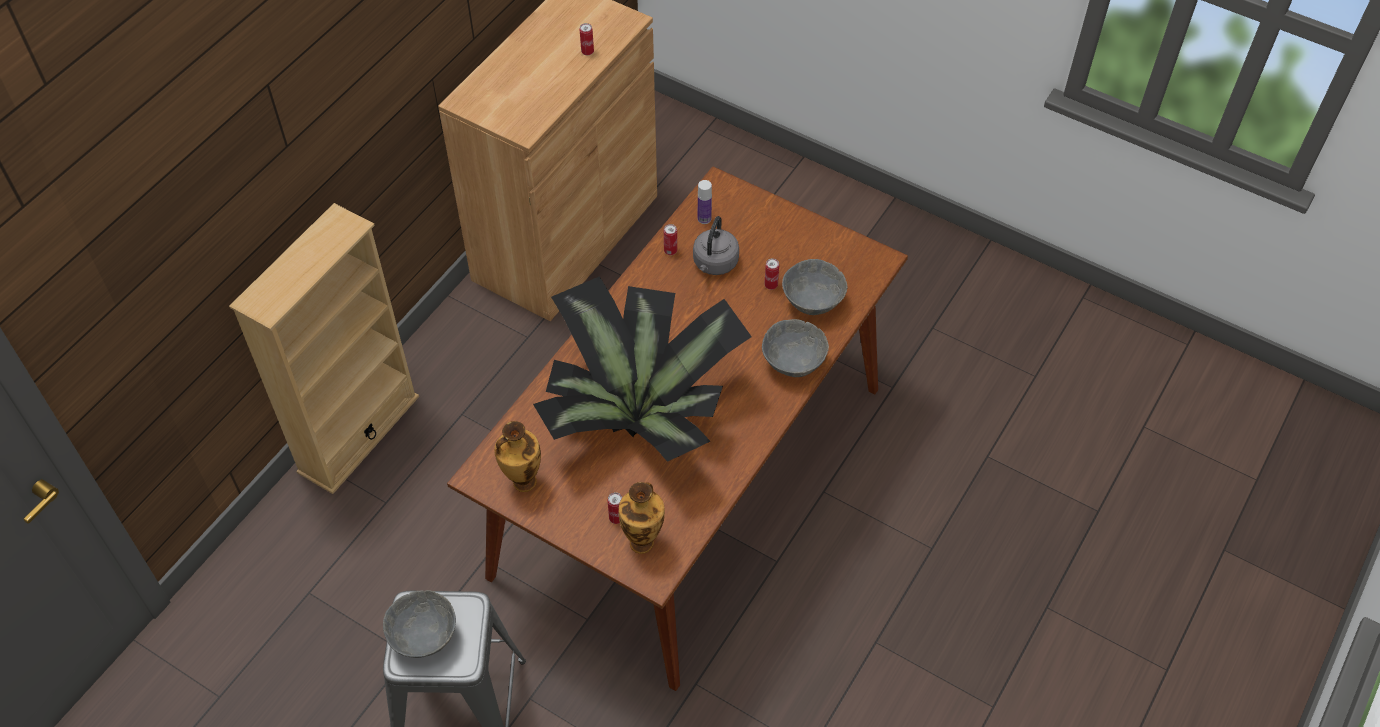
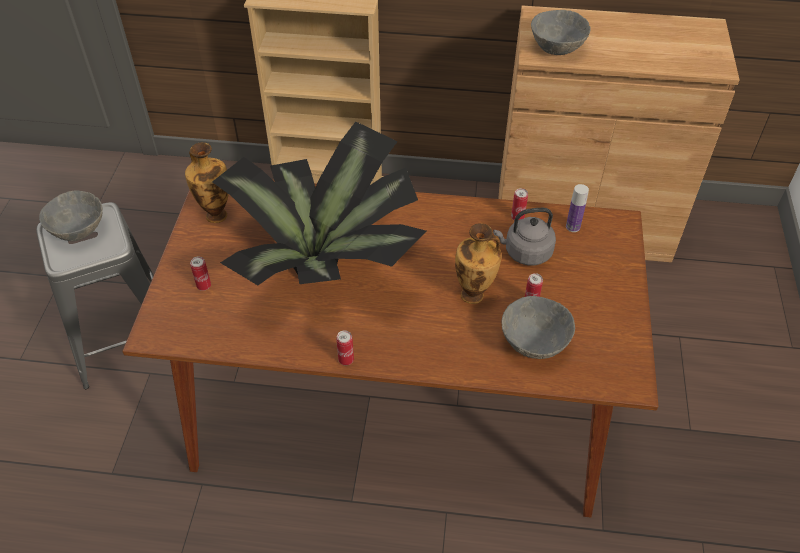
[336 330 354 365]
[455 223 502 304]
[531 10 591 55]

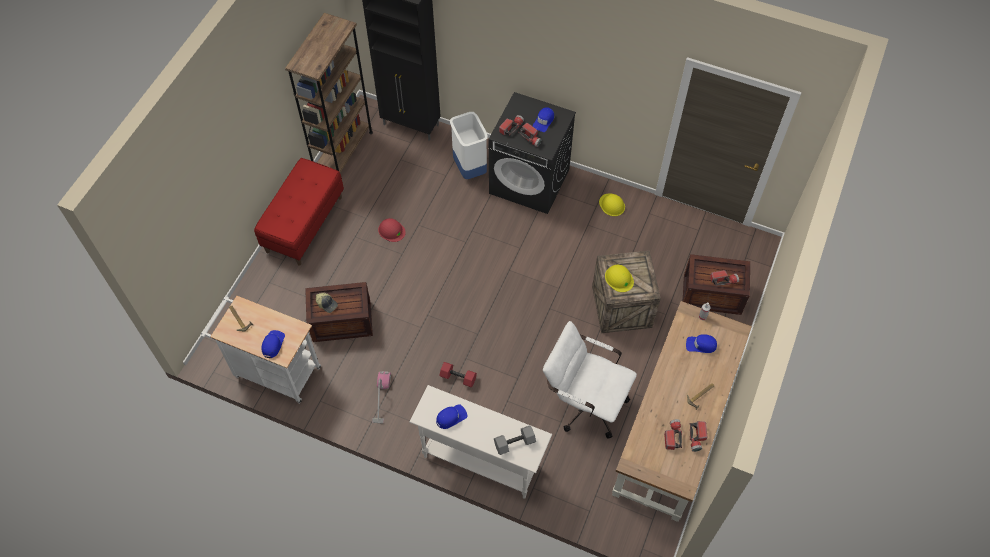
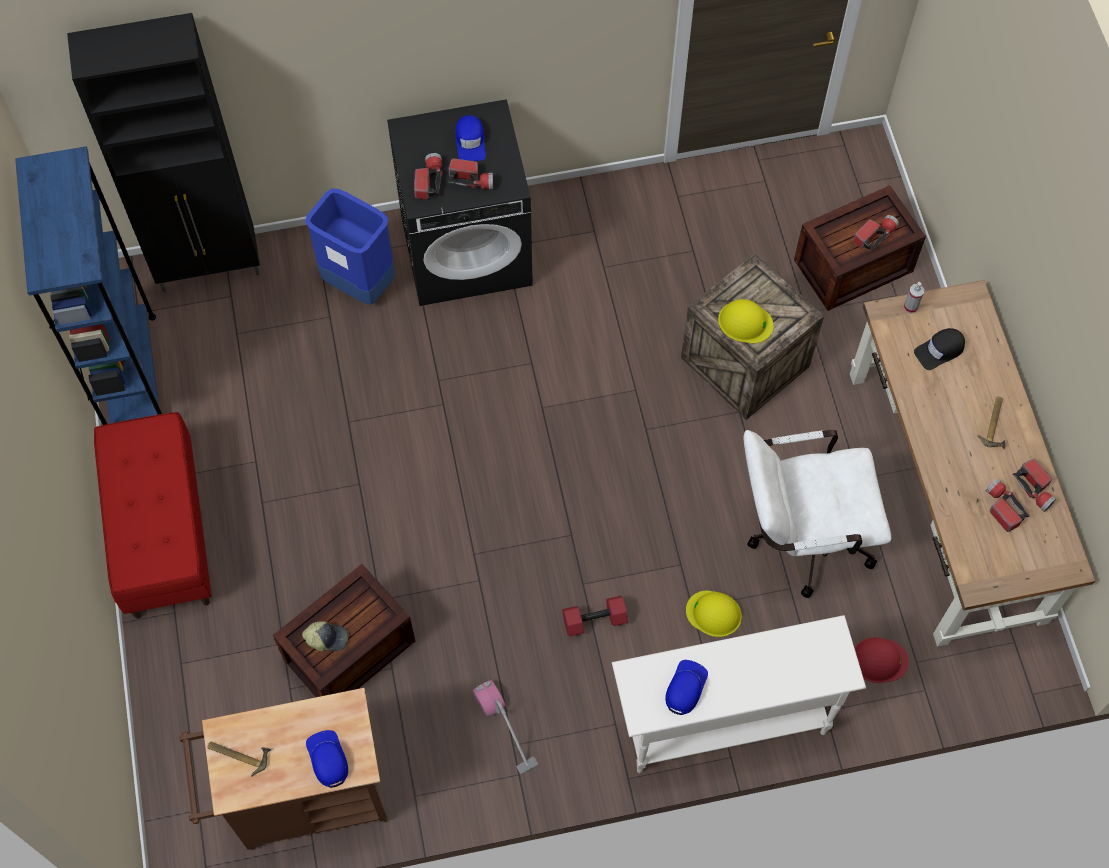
[180 688 387 850]
[15 146 162 425]
[854 637 909 683]
[305 188 395 304]
[494 426 536 455] (first image)
[686 591 742 637]
[914 328 965 370]

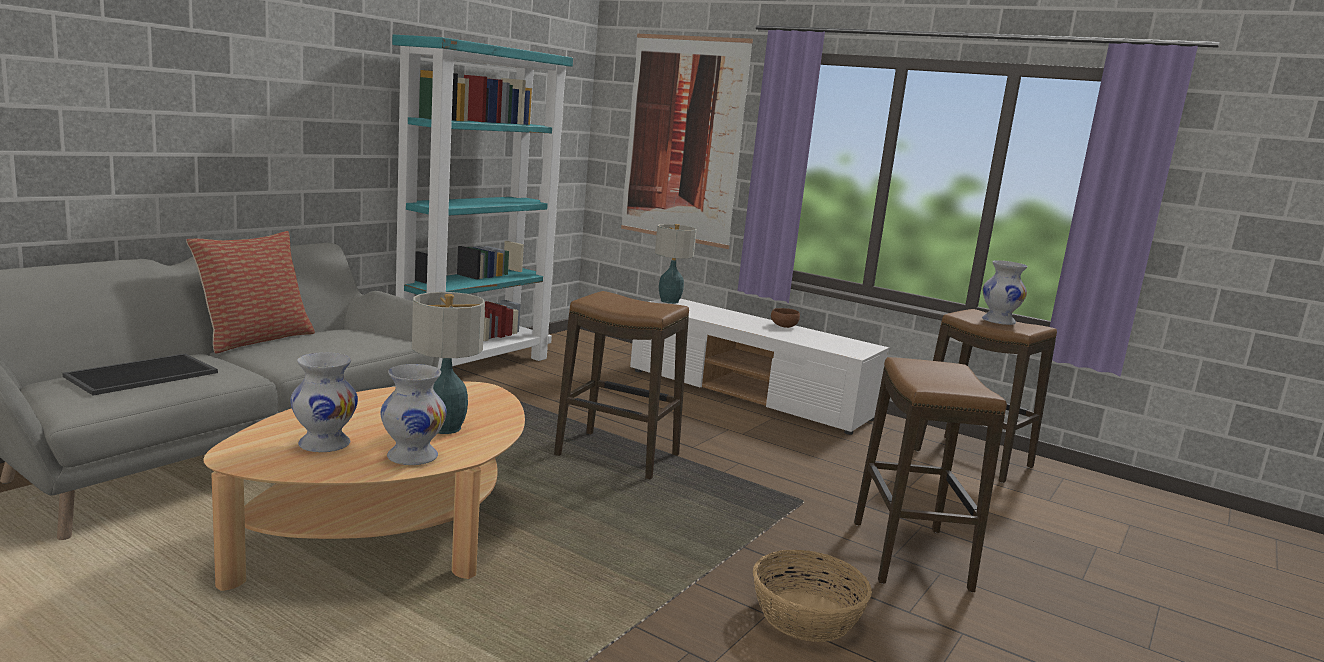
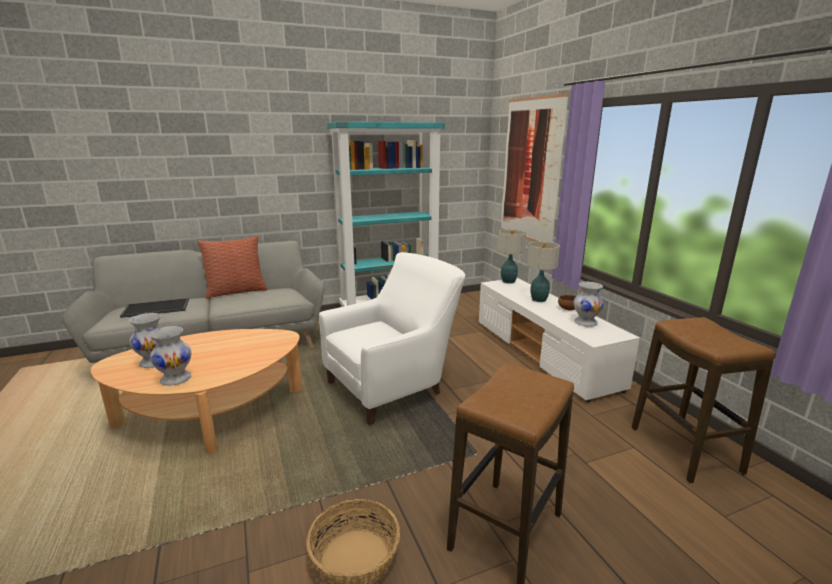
[527 241 560 302]
[319 252 465 426]
[573 282 604 327]

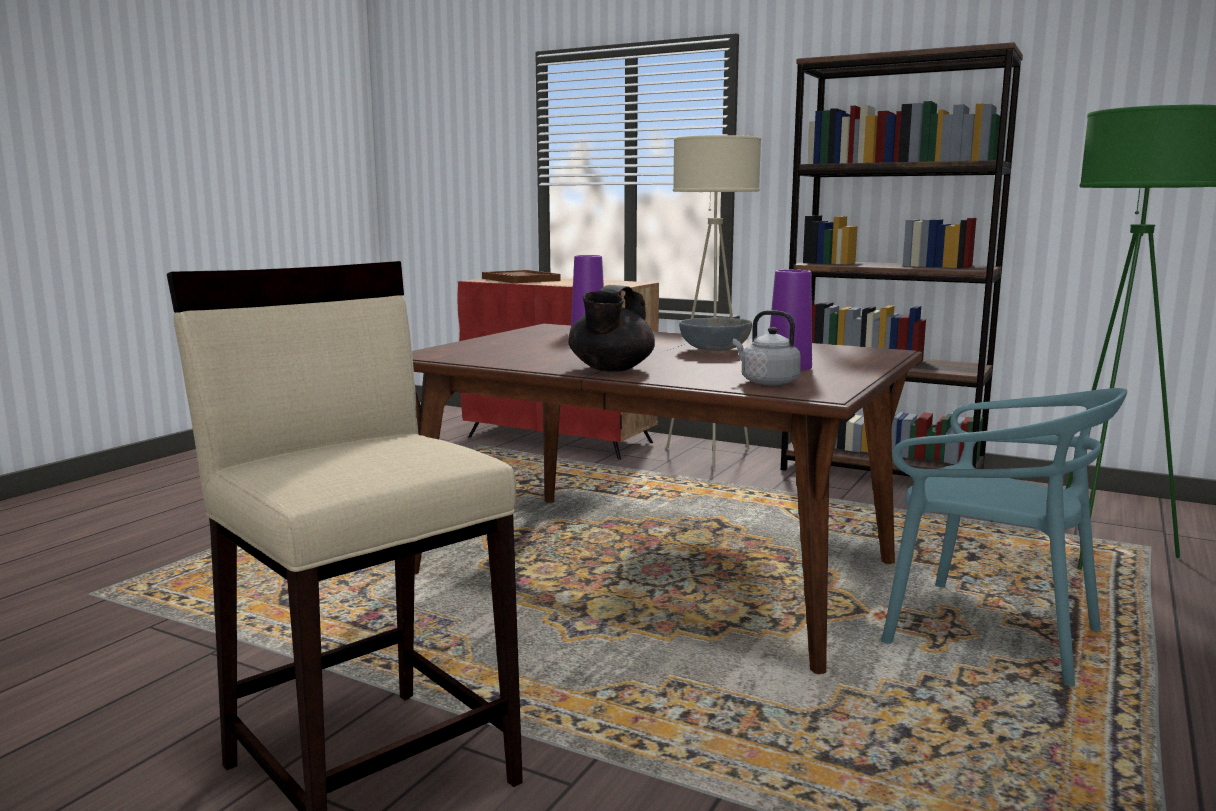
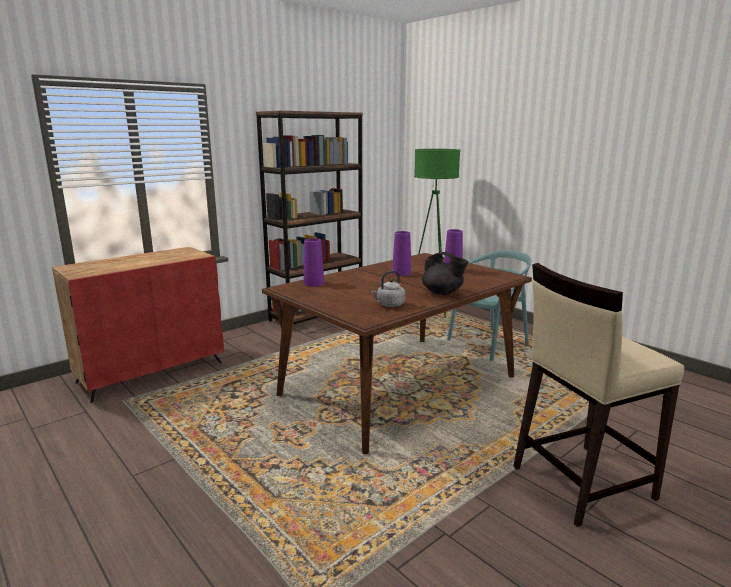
[482 270 561 283] (first image)
[666 135 761 469] (first image)
[392 231 411 276]
[371 270 405 307]

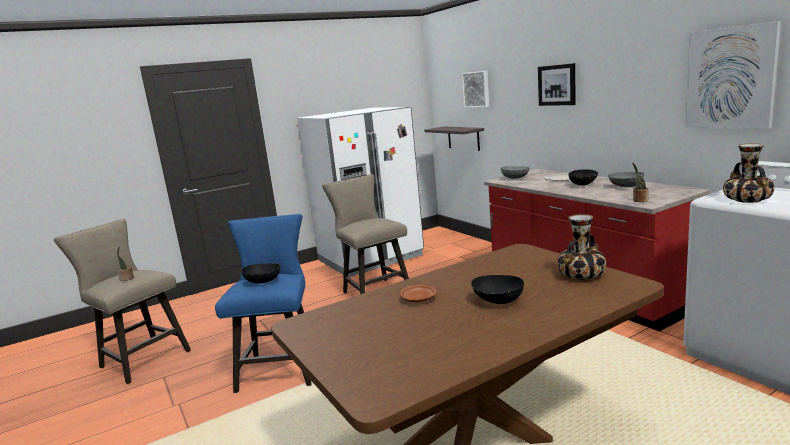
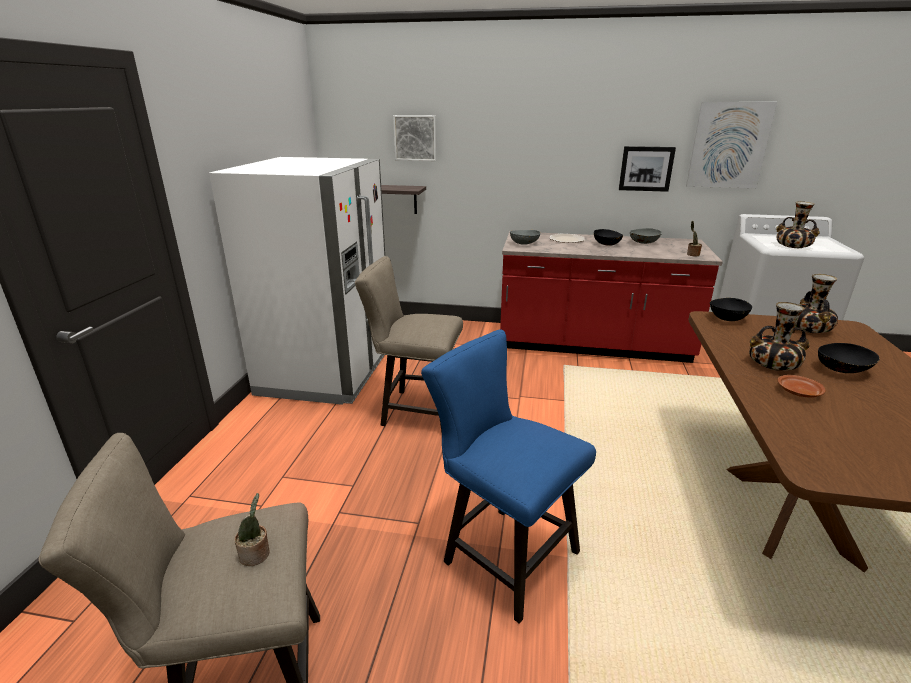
[710 298 752 321]
[619 146 676 192]
[749 302 809 371]

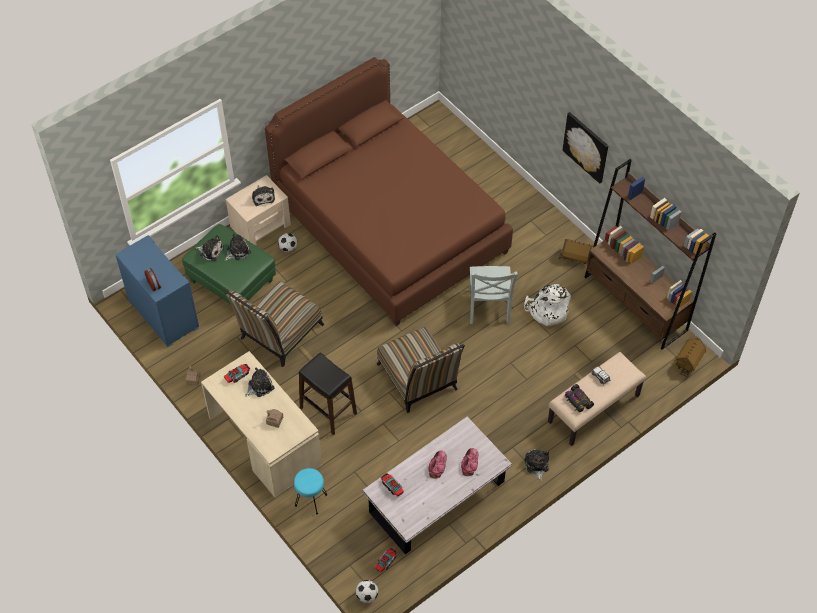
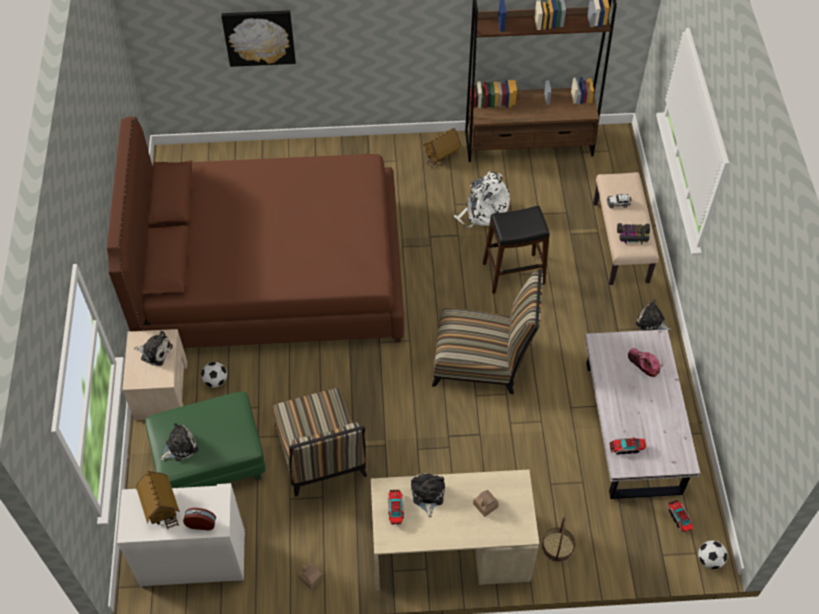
[117 483 245 587]
[225 233 251 261] (first image)
[542 516 575 562]
[483 206 550 294]
[428 451 447 478] (first image)
[469 266 518 324] (first image)
[221 10 296 67]
[136 471 180 529]

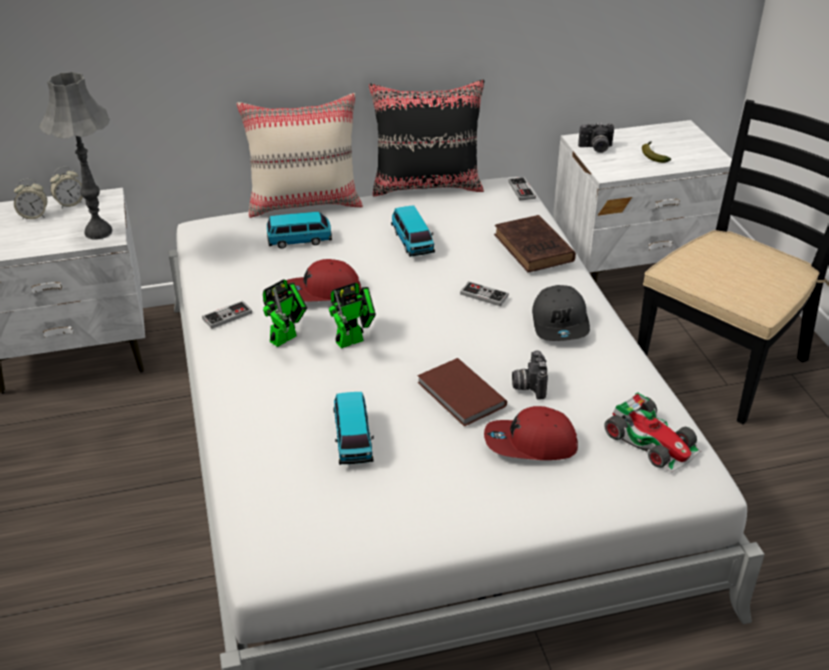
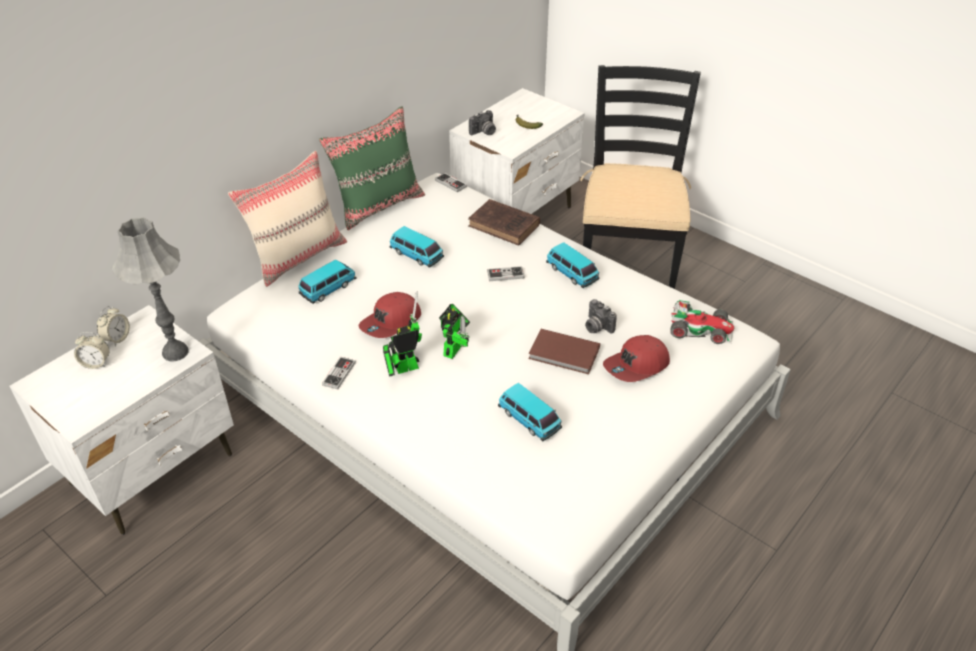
[74 332 110 369]
[383 291 422 377]
[319 106 425 230]
[546 242 599 288]

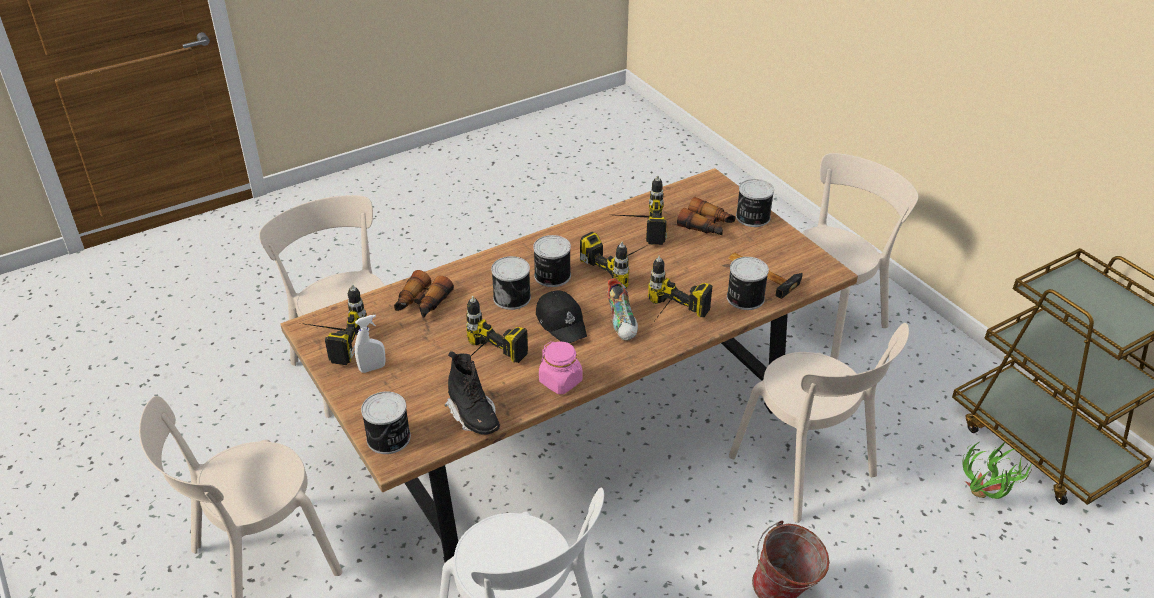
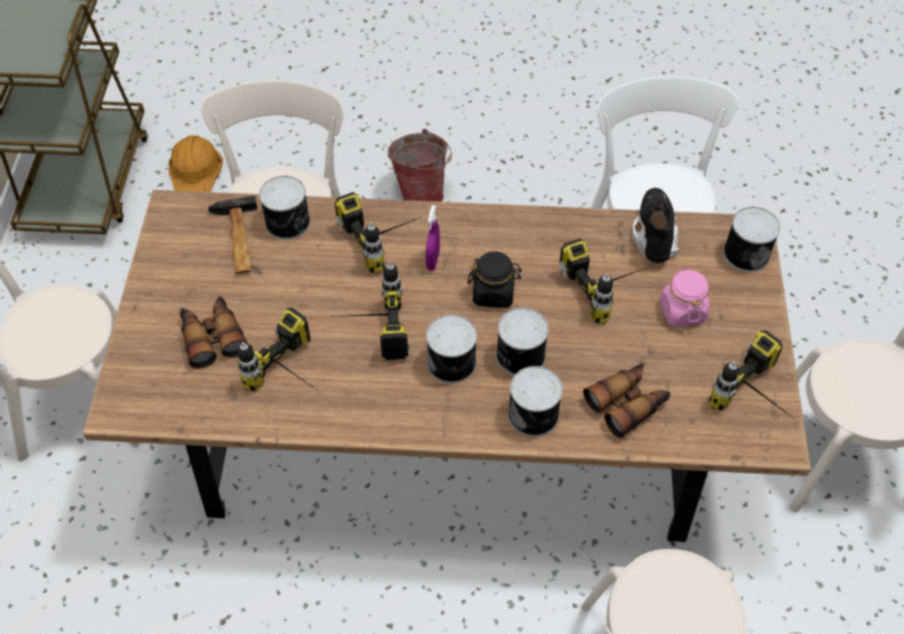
[355 315 386 373] (first image)
[468 251 522 308]
[659 267 710 328]
[426 205 440 270]
[508 366 563 437]
[169 135 223 192]

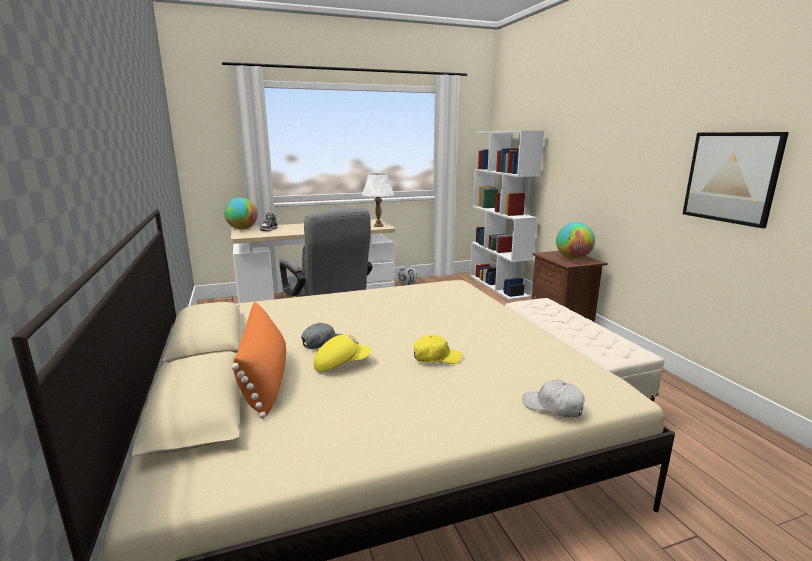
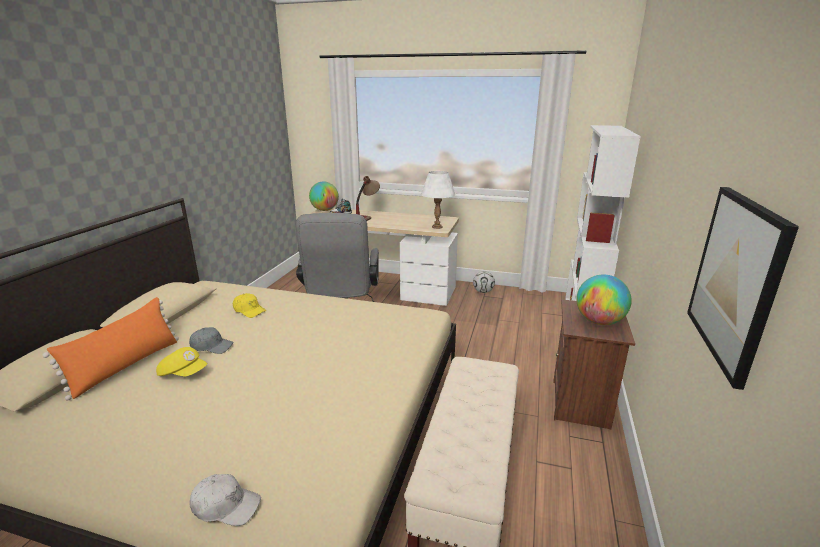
[233 293 266 318]
[190 474 261 526]
[356 176 380 221]

